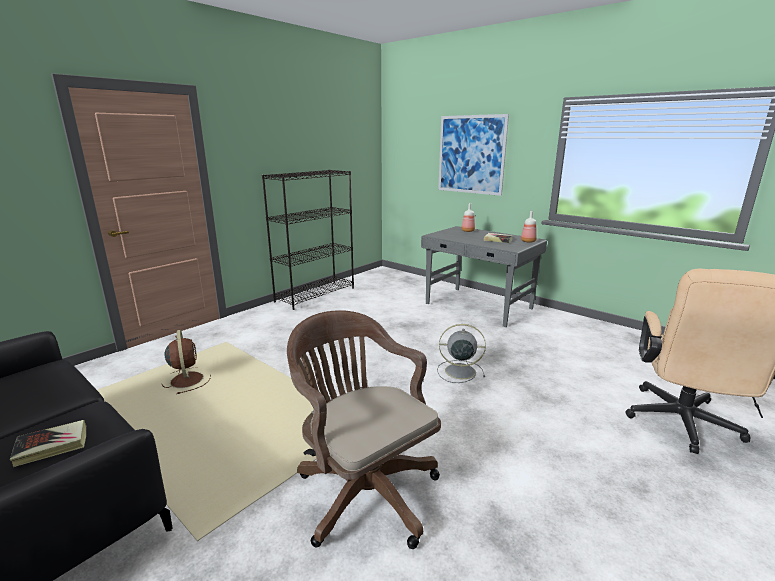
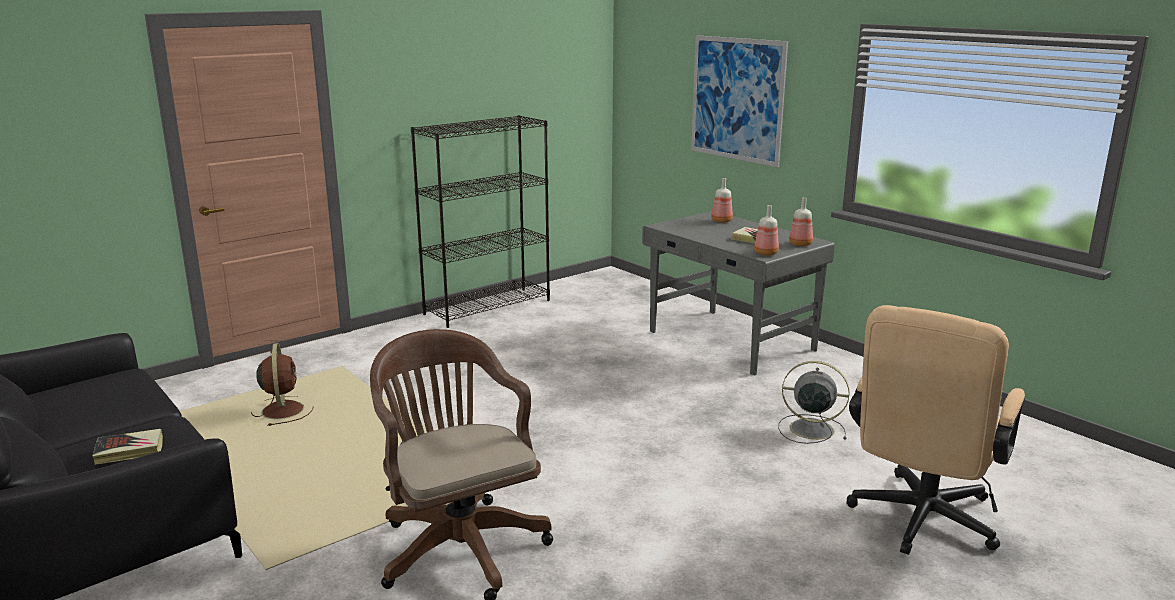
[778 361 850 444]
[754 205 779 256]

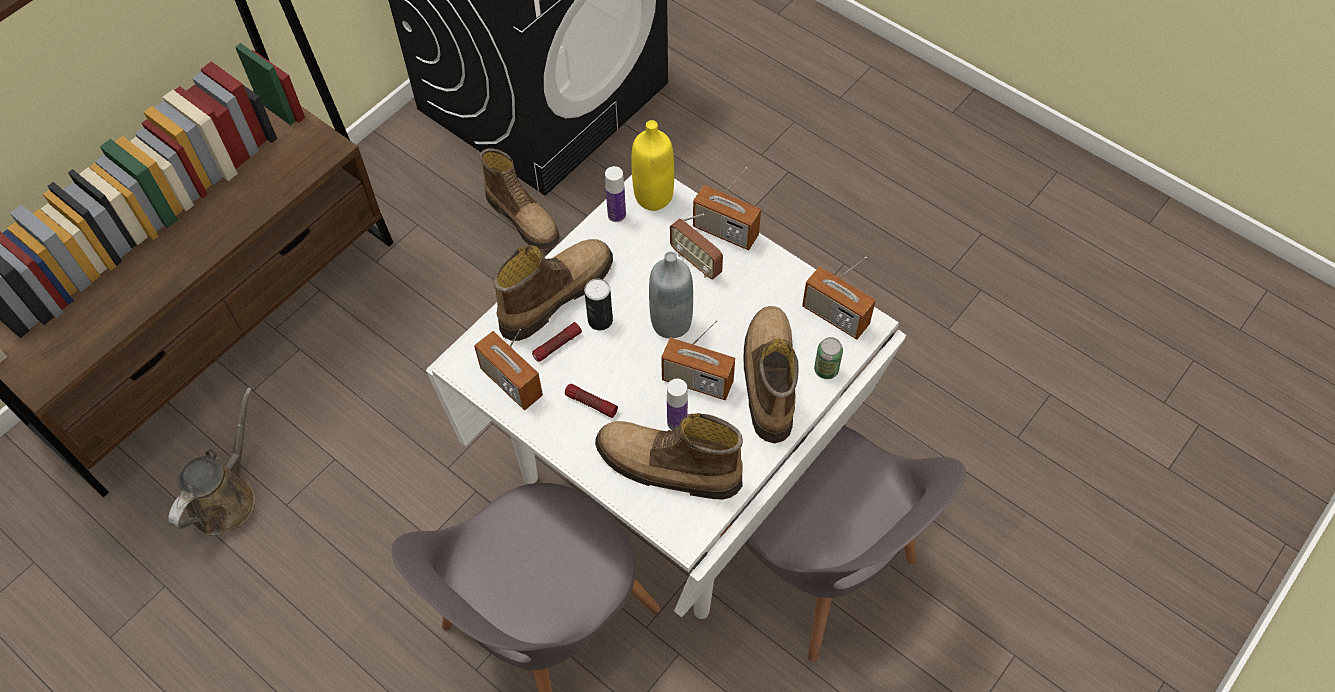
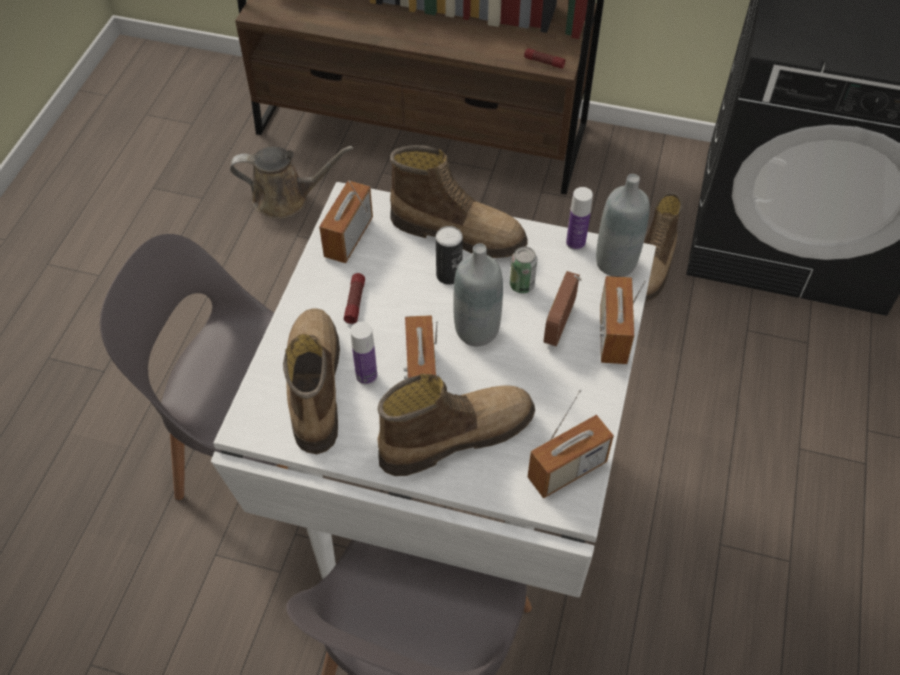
[524 48 565 69]
[596 174 650 277]
[527 389 614 498]
[510 247 537 293]

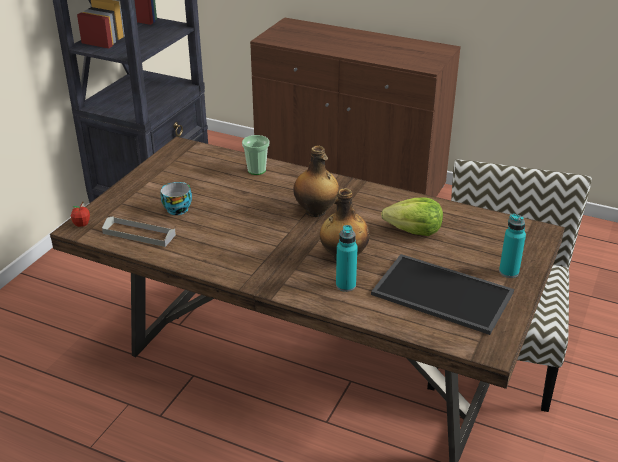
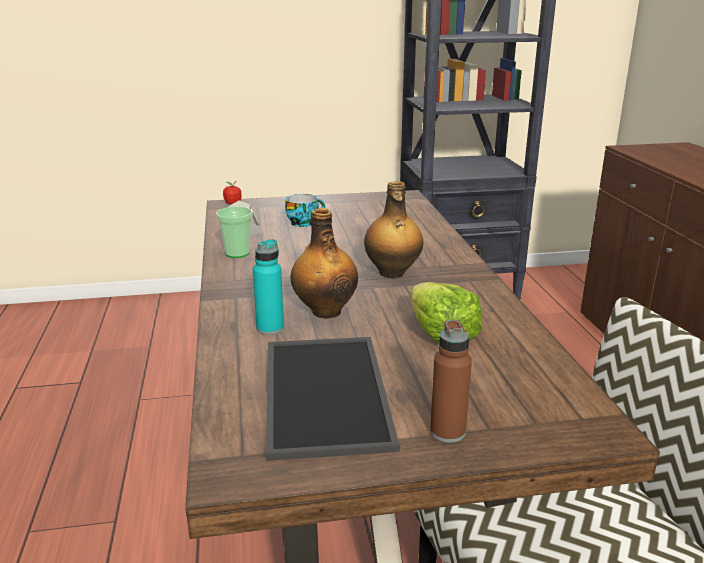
[216 207 253 258]
[430 320 472 443]

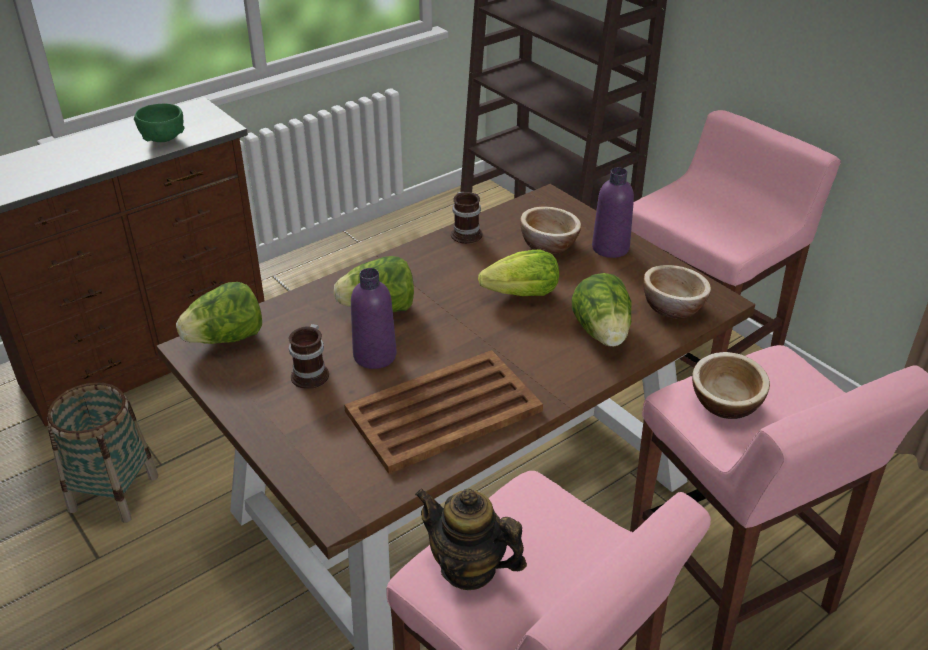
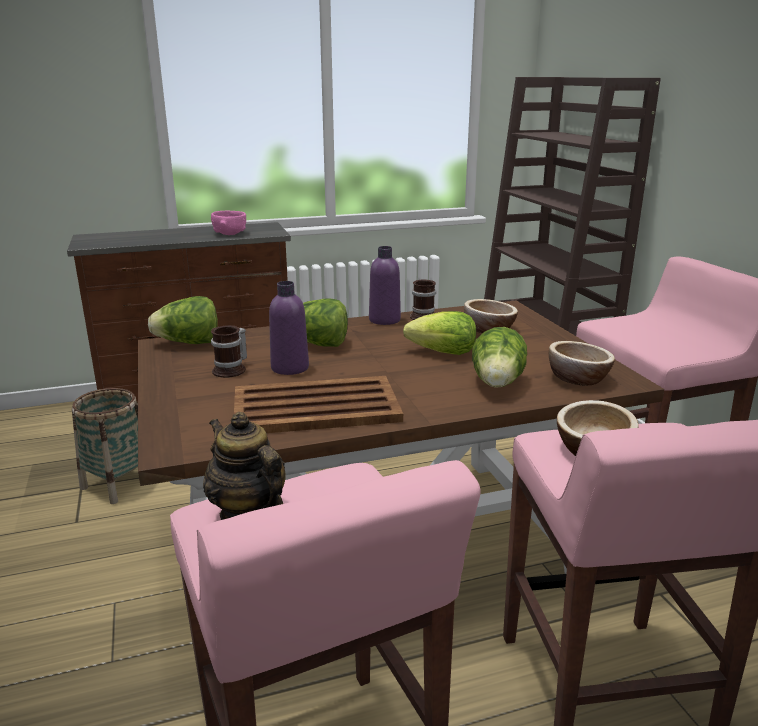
[211 211 246 235]
[369 246 401 325]

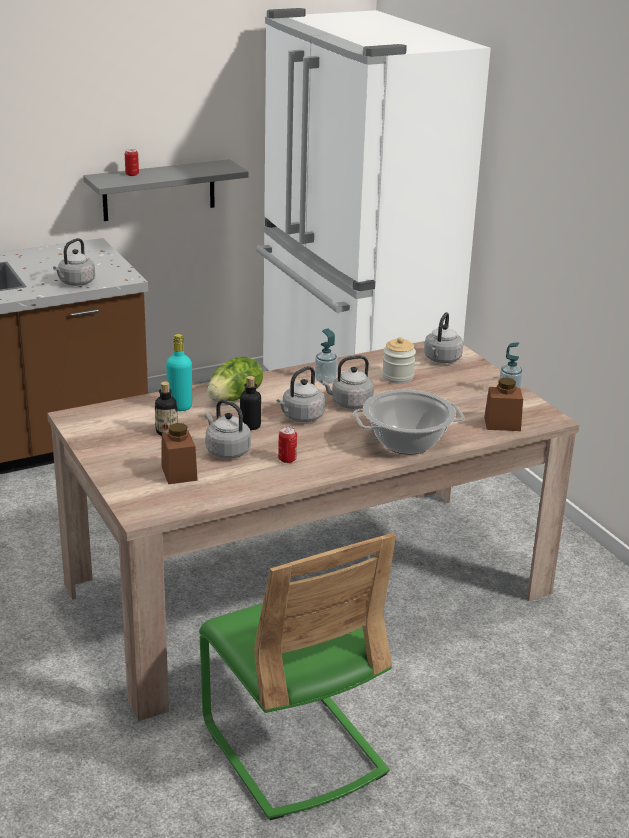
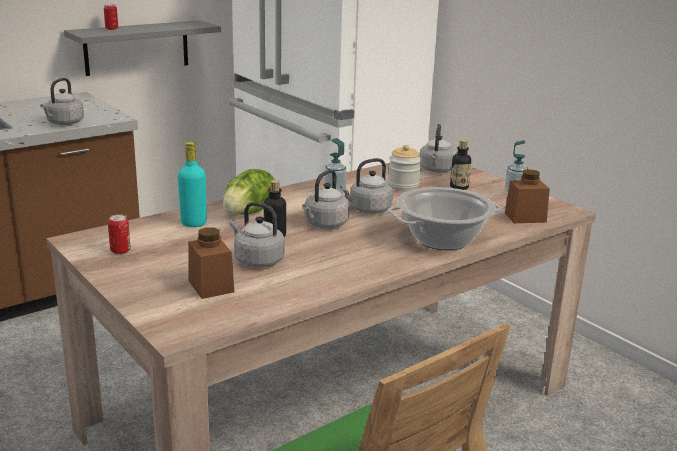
[450 140 471 190]
[108 214 131 254]

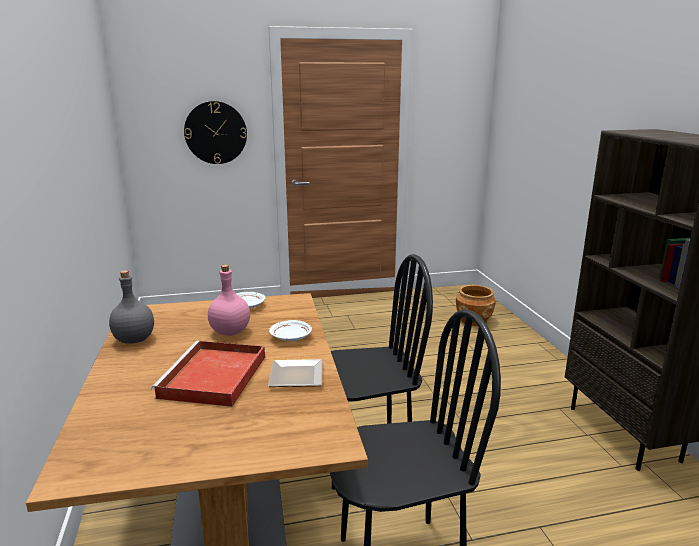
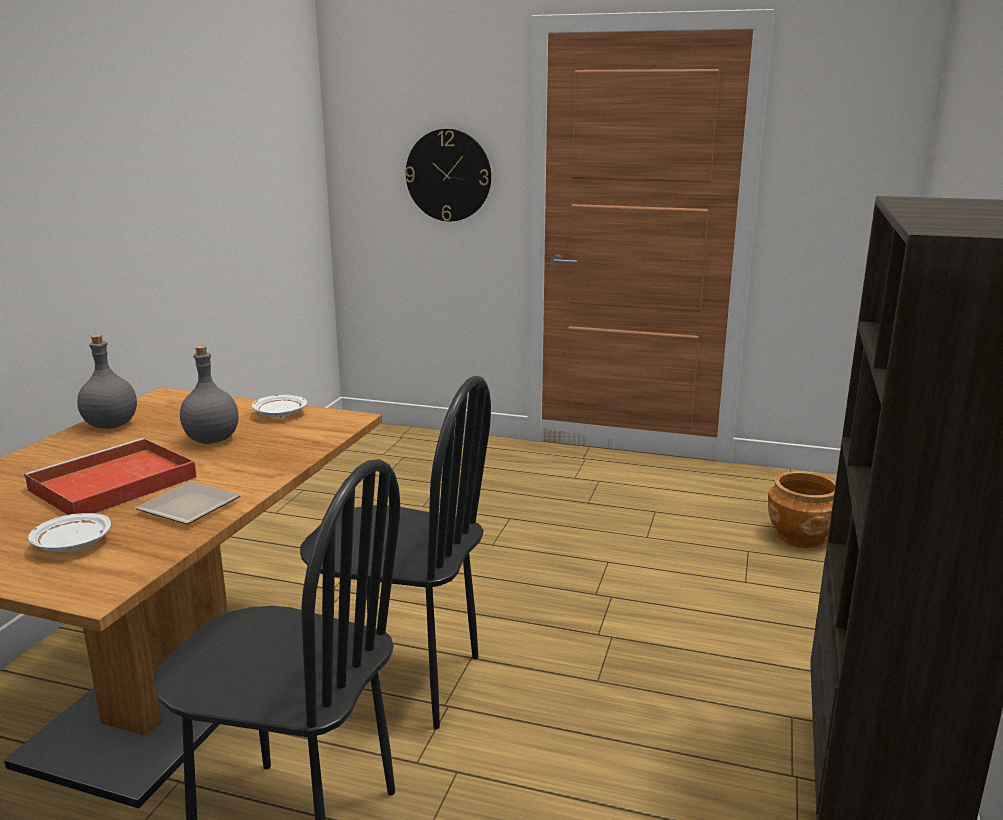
[180 346 238 444]
[28 513 111 552]

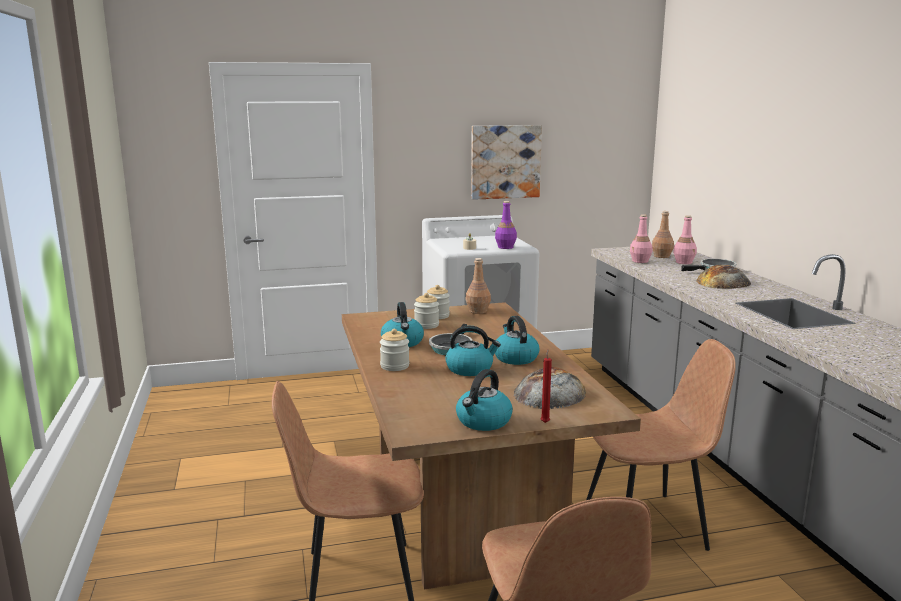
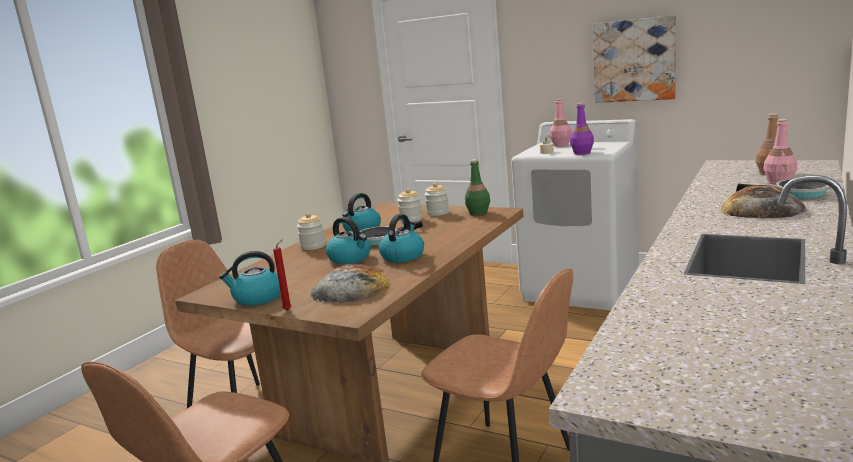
[465 159 490 216]
[550 99 572 147]

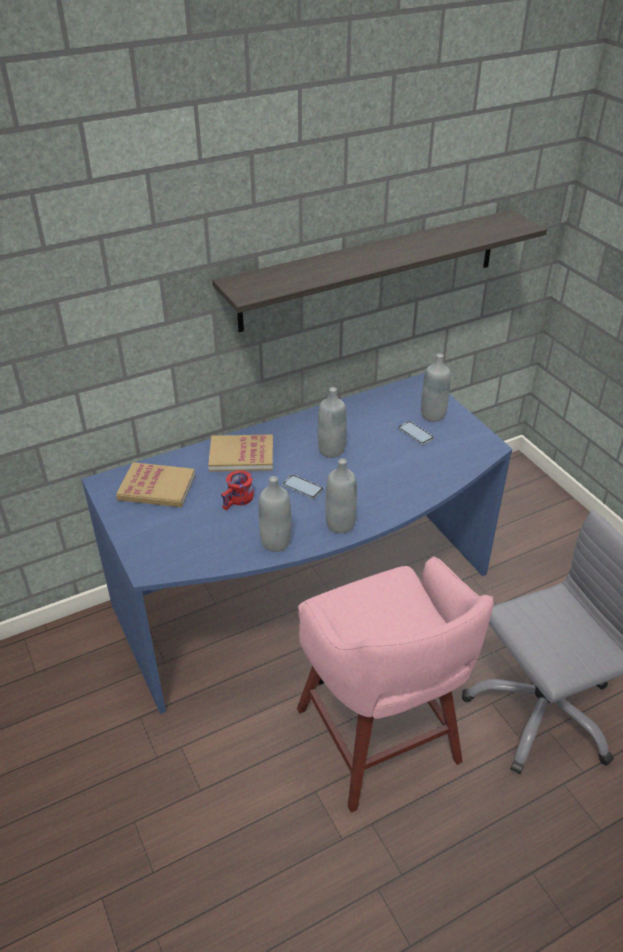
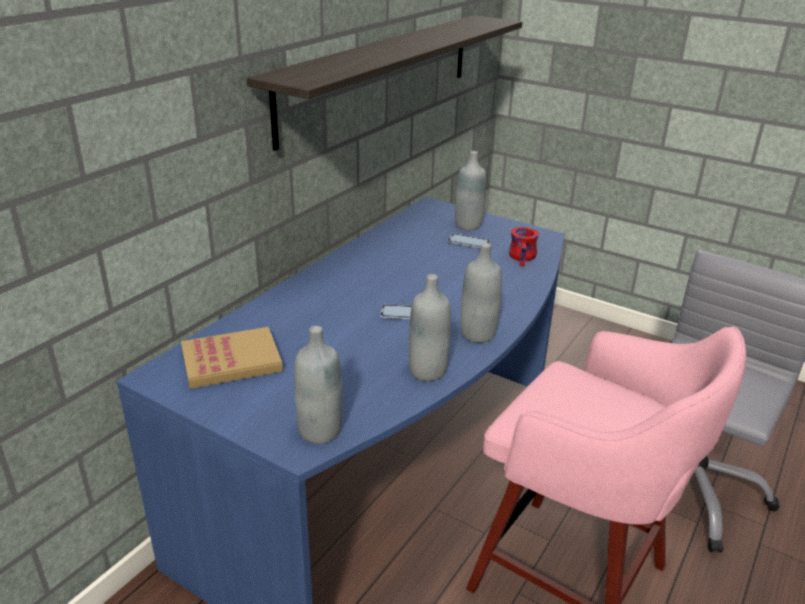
[208 434 273 472] (first image)
[509 227 539 267]
[294 326 342 444]

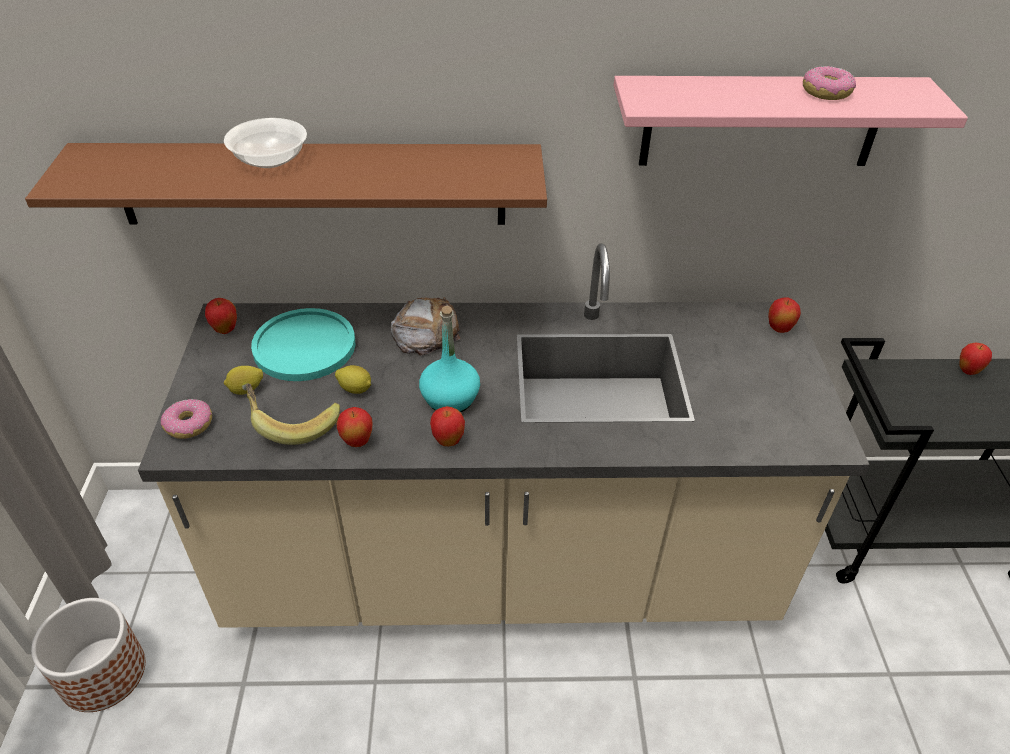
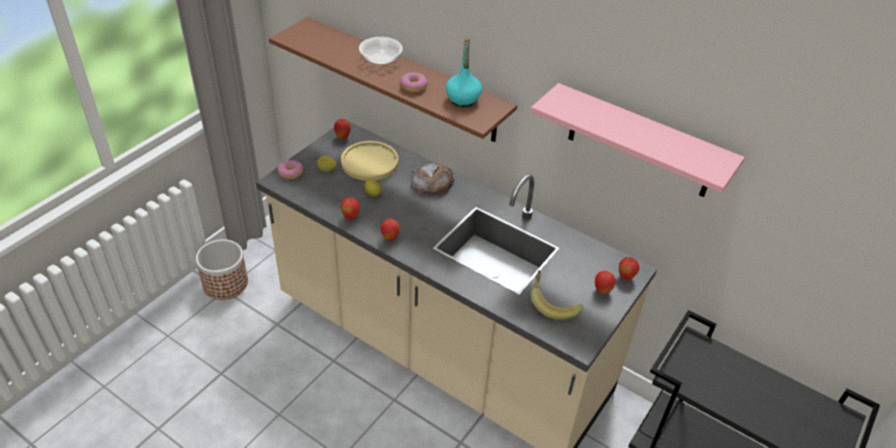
[531 270 583 320]
[341 141 399 181]
[446 36 482 107]
[400 72 428 92]
[595 271 616 294]

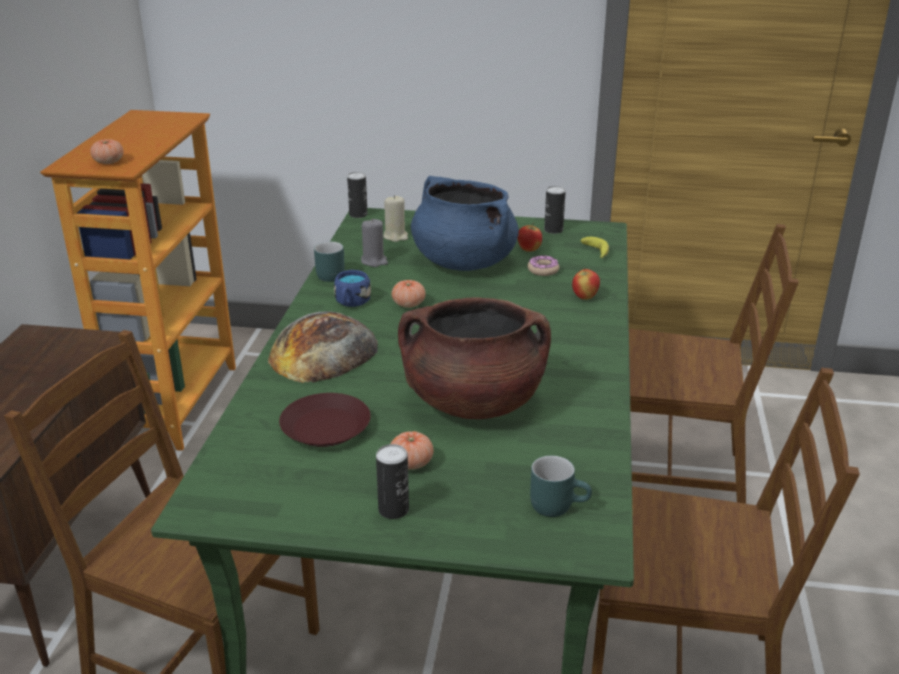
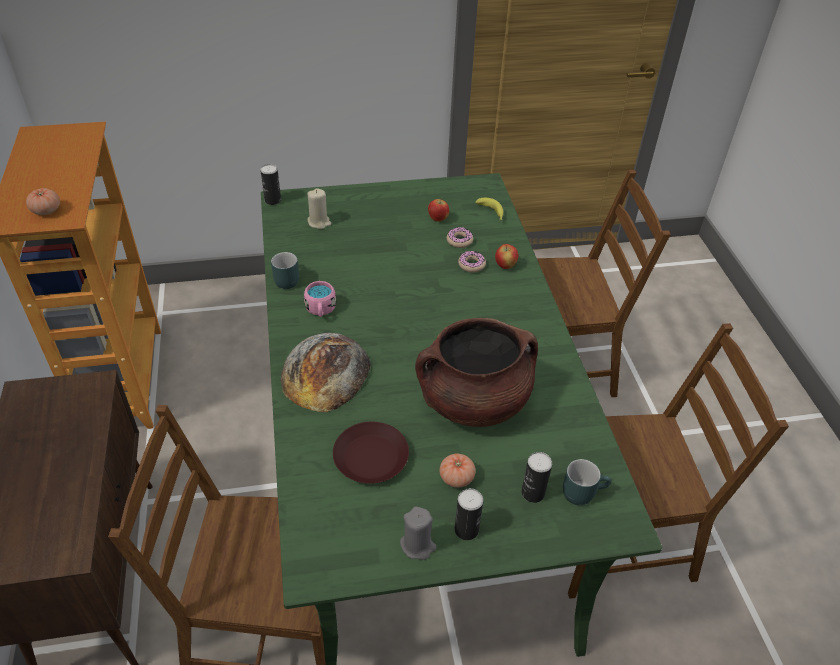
[304 281 336 317]
[400 506 436 560]
[392 280 426 308] (first image)
[411 176 519 271] (first image)
[521 452 552 503]
[458 251 486 272]

